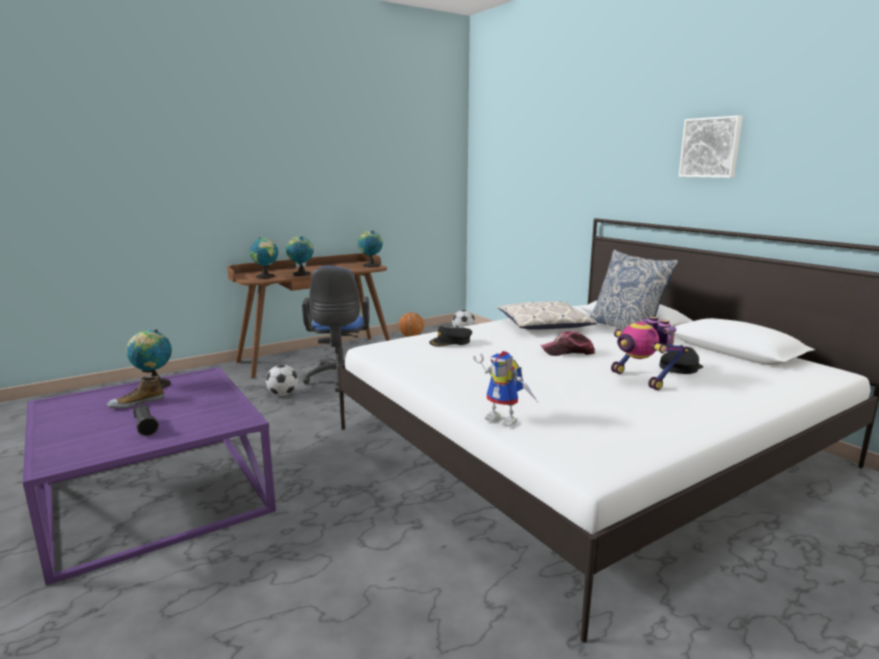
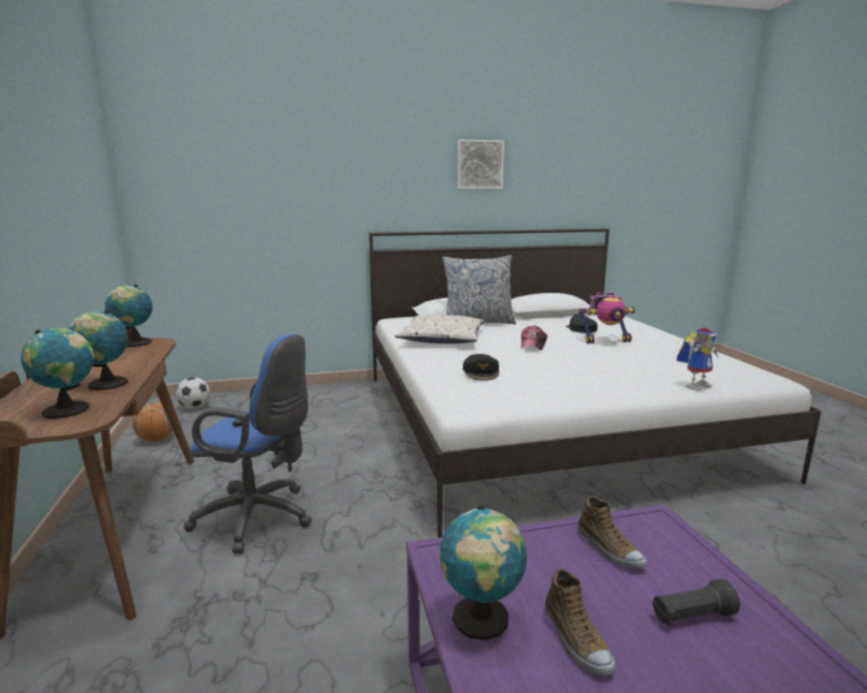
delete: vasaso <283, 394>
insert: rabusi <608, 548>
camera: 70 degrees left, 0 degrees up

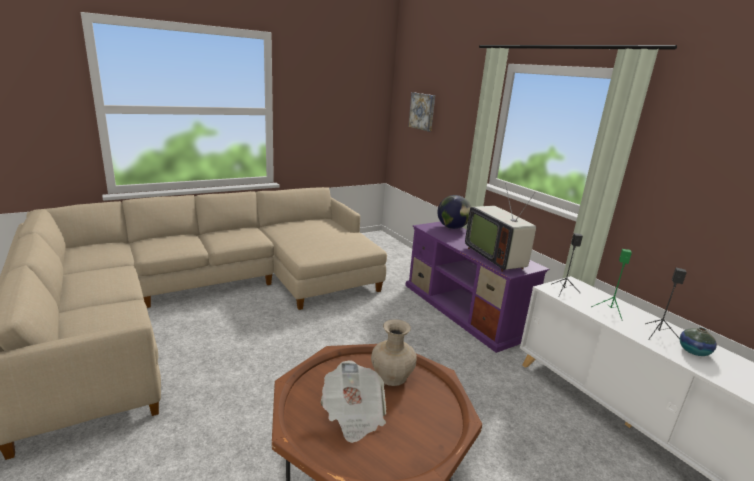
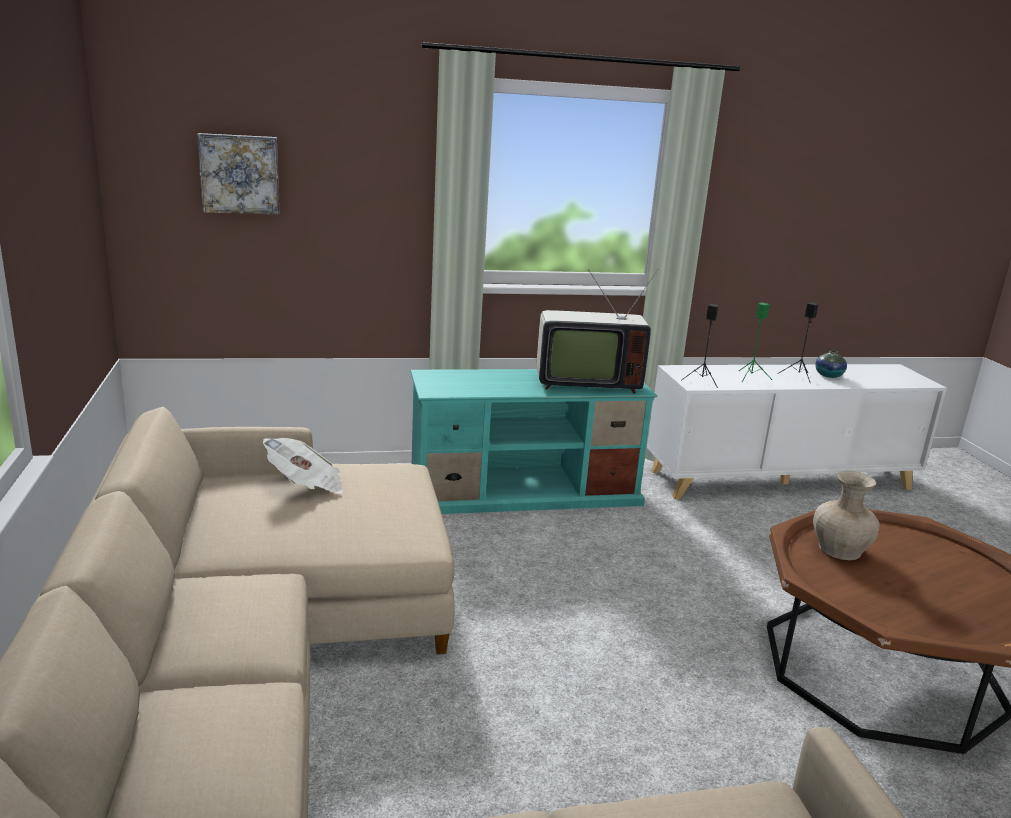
delete: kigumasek <452, 227>
move: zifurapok <353, 415> to <306, 485>
recolor: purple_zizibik <464, 310> to turquoise_zizibik <525, 491>
camera: 70 degrees left, 0 degrees up

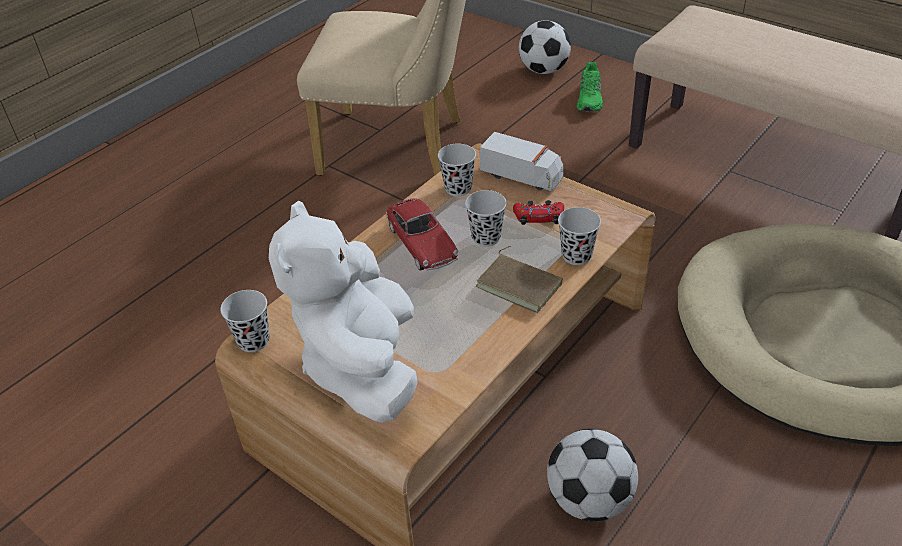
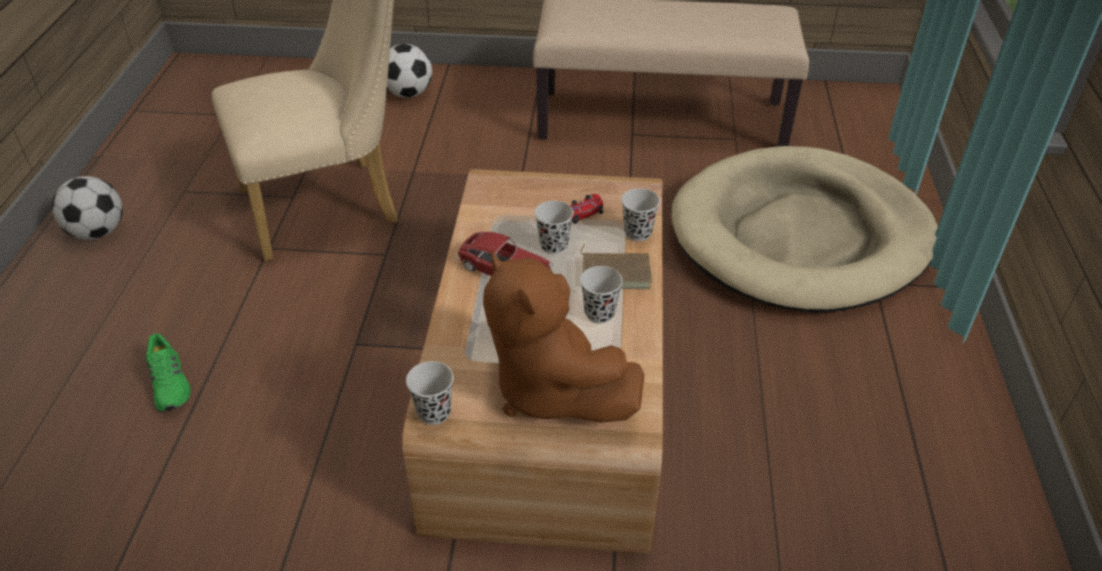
delete: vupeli <522, 177>
move: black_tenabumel <458, 188> to <599, 313>; vasaso <589, 500> to <98, 232>; green_rabusi <590, 99> to <170, 383>
recolor: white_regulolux <362, 366> to brown_regulolux <551, 389>
camera: 35 degrees left, 0 degrees up

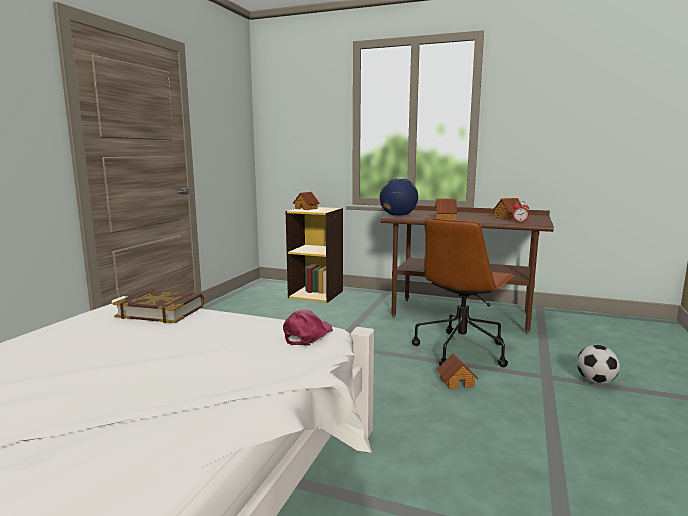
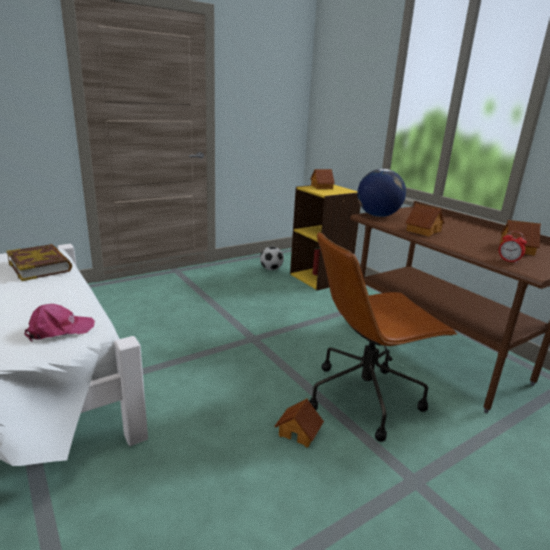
move: vasaso <595, 381> to <271, 269>
camera: 35 degrees right, 10 degrees up

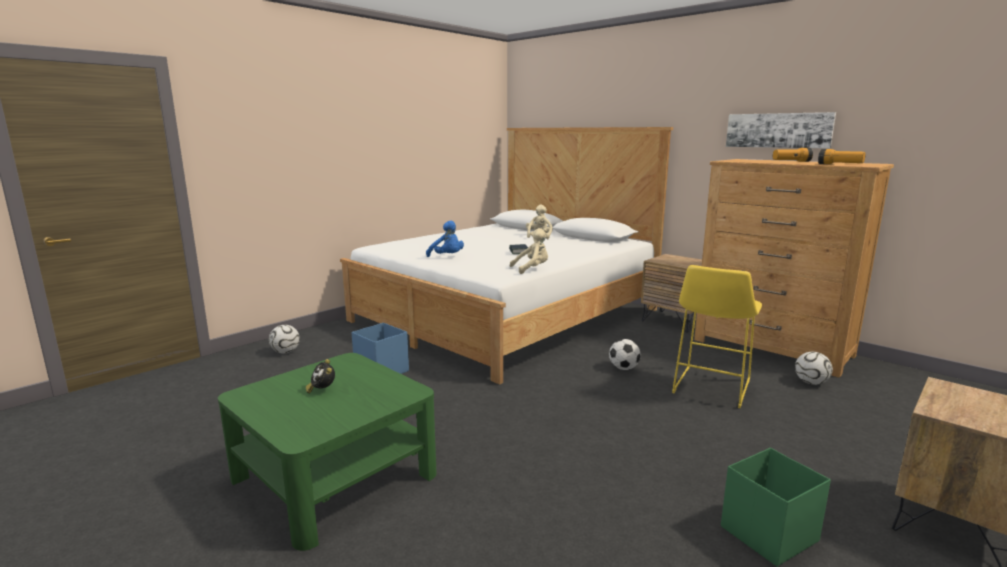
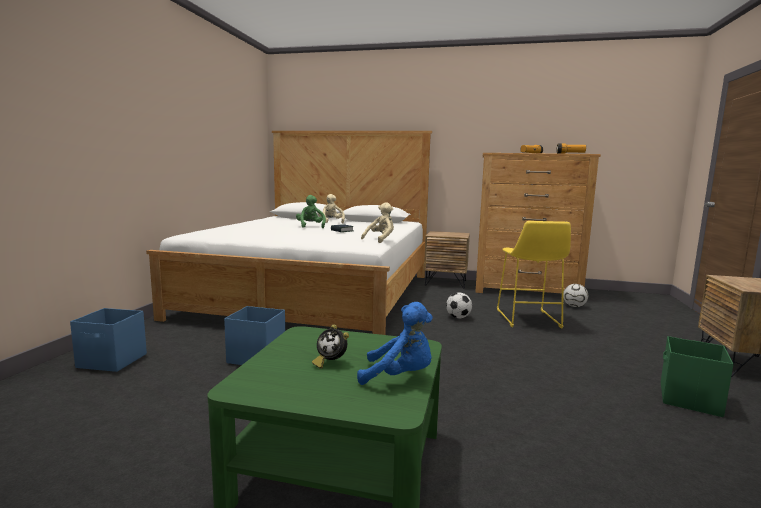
delete: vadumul <778, 130>
insert: green_regulolux <310, 226>
move: blue_regulolux <447, 257> to <399, 376>
replace: vasaso <286, 352> to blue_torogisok <112, 361>
camera: 30 degrees left, 5 degrees down

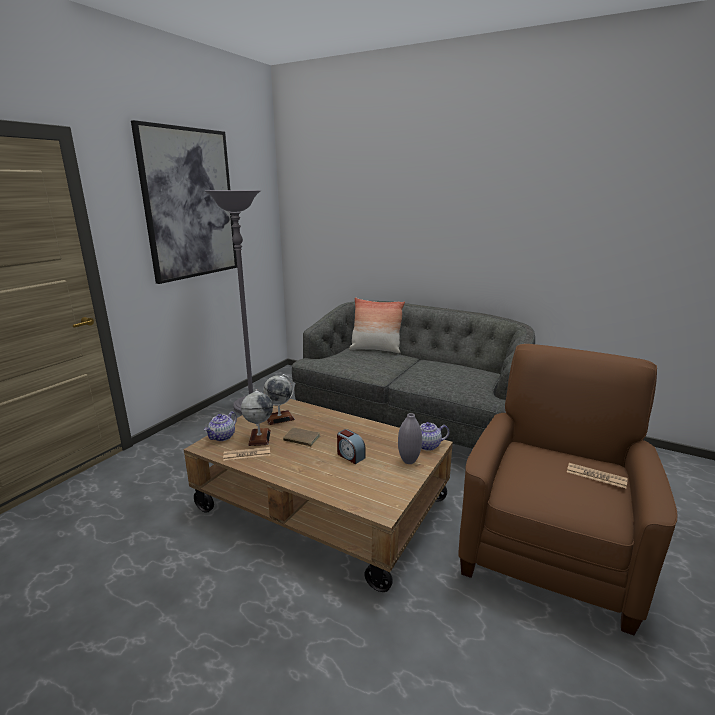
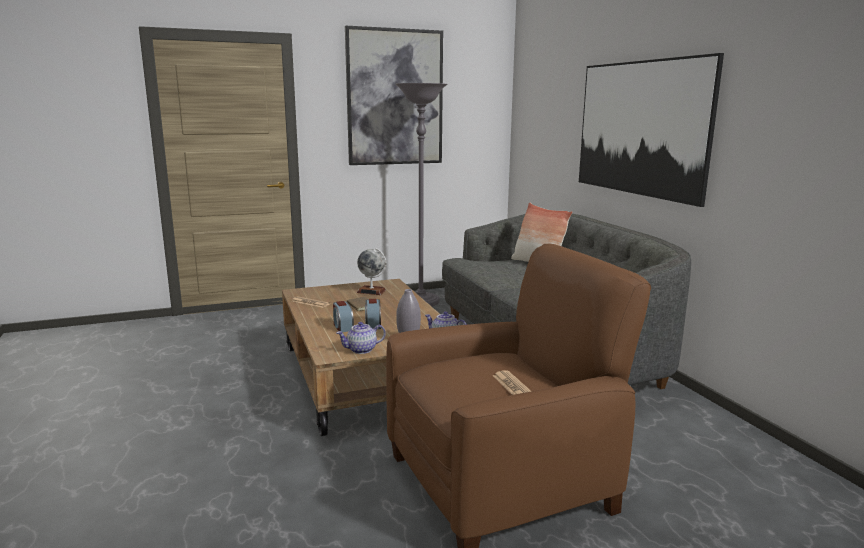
delete: kigumasek <259, 437>
insert: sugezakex <343, 327>; vadumul <640, 128>
move: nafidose <222, 437> to <361, 350>
camera: 40 degrees right, 5 degrees down

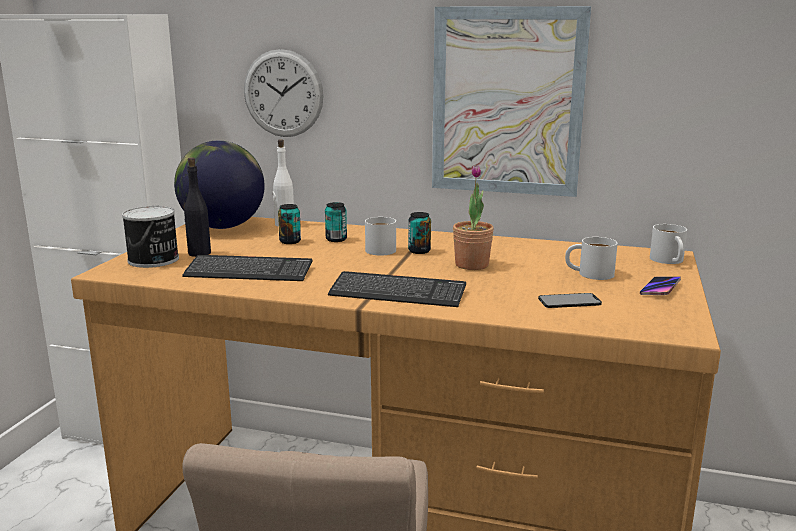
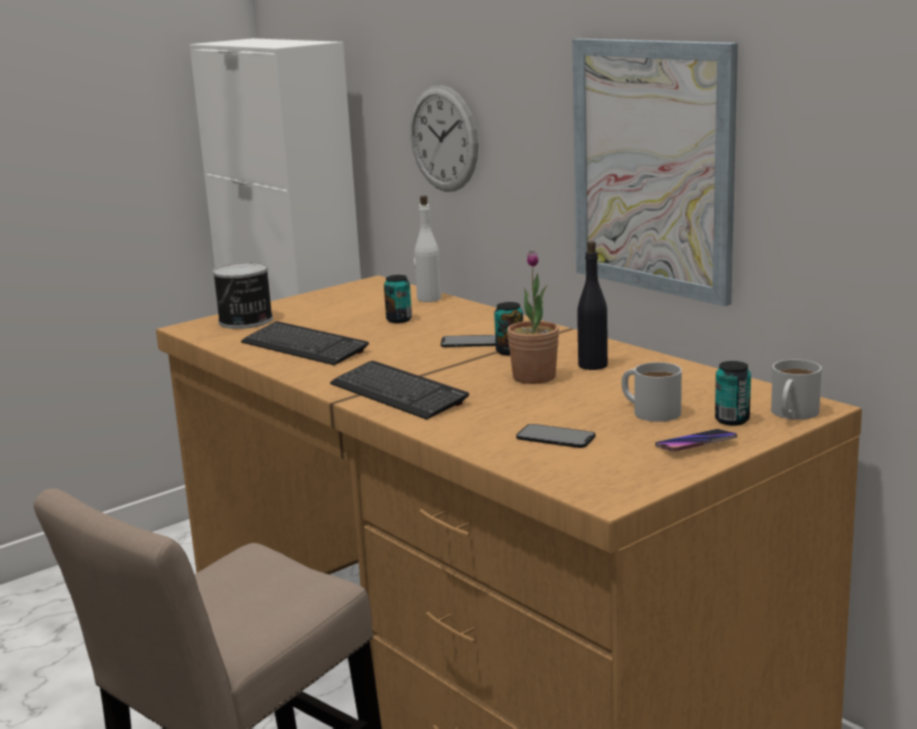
delete: kigumasek <222, 227>
move: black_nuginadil <199, 253> to <592, 365>; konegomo <336, 239> to <732, 420>
replace: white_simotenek <377, 249> to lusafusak <470, 342>
camera: 35 degrees right, 0 degrees up

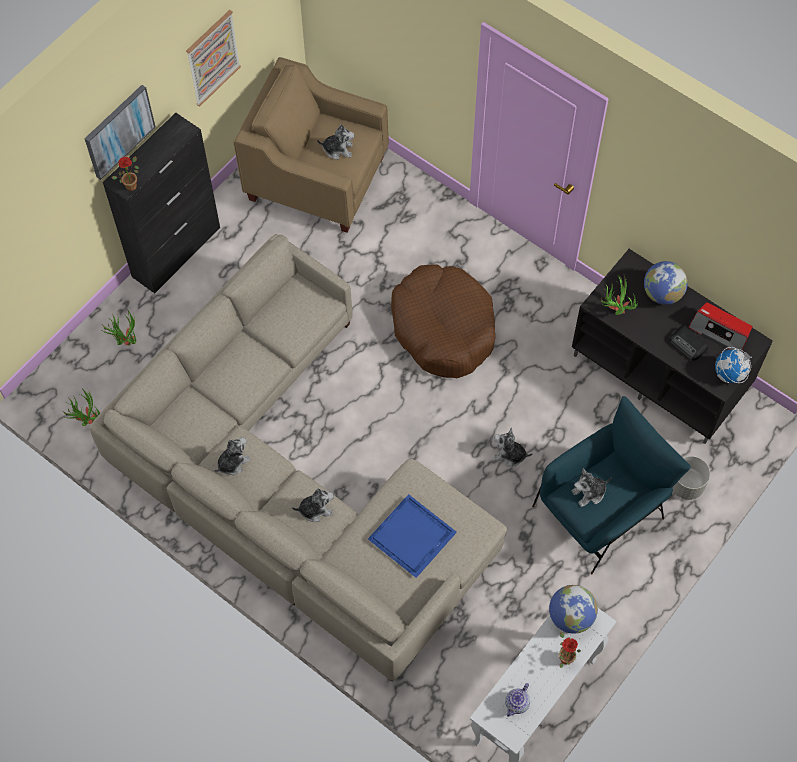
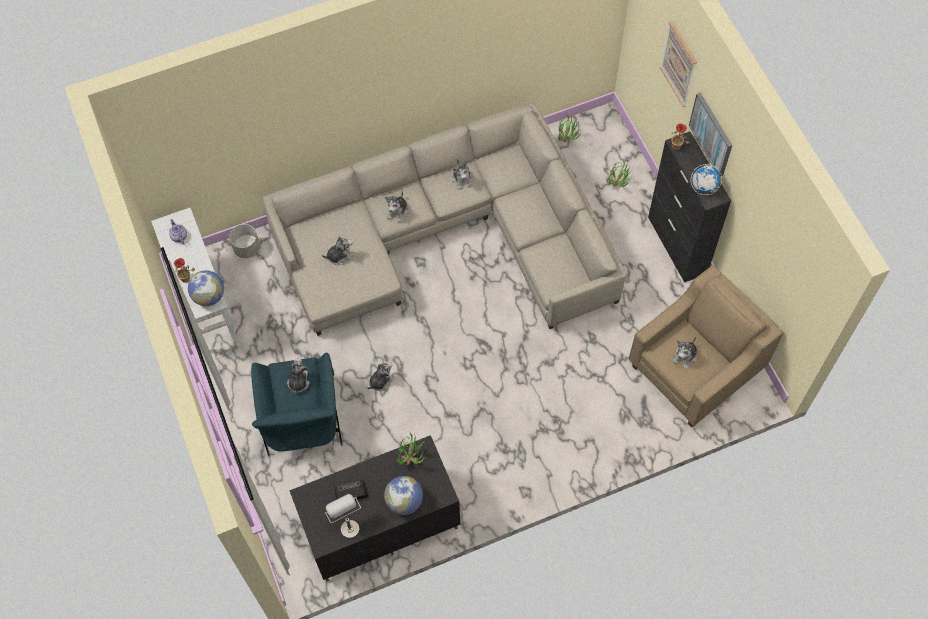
delete: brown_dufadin <443, 328>
move: vadumul <212, 58> to <679, 64>; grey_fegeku <686, 485> to <247, 248>; kigumasek <729, 374> to <703, 187>
replace: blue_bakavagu <412, 538> to regulolux <339, 256>; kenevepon <720, 331> to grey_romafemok <346, 524>
camera: 120 degrees right, 0 degrees up

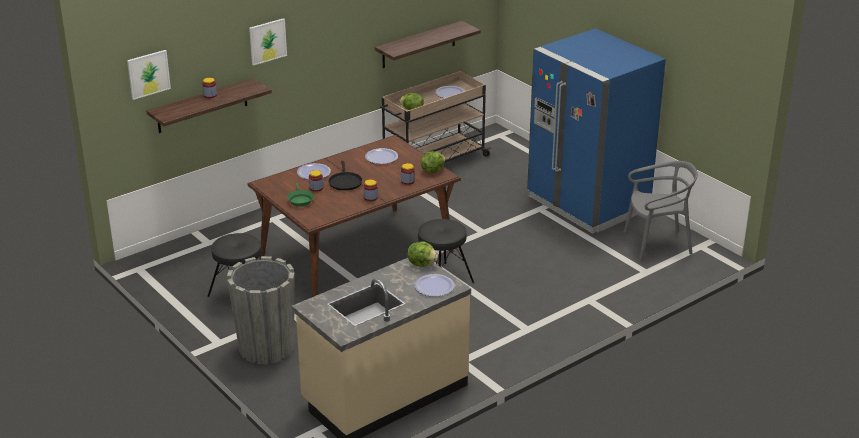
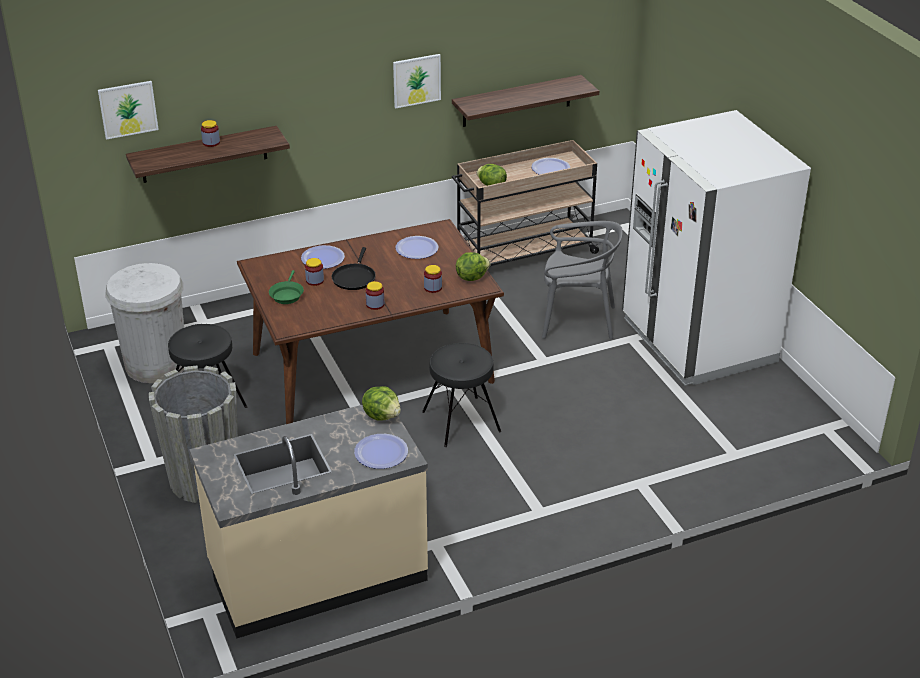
insert: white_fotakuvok <156, 364>
move: vadumul <267, 41> to <416, 80>; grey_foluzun <657, 244> to <577, 320>
recolor: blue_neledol <588, 203> to white_neledol <698, 340>
camera: 15 degrees right, 5 degrees up

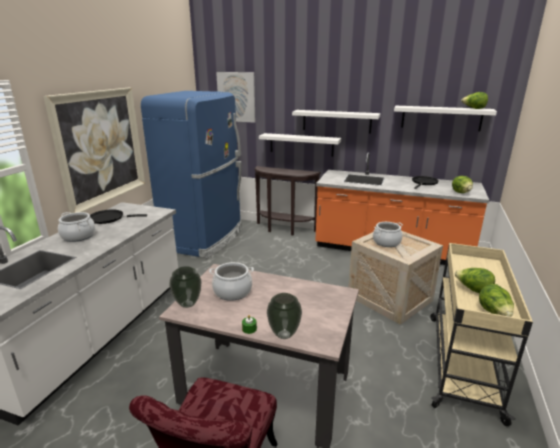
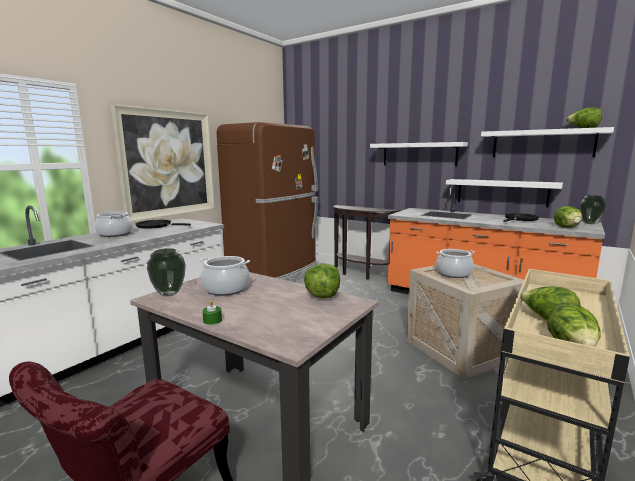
delete: vadumul <236, 97>
insert: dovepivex <322, 296>
move: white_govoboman <301, 144> to <501, 192>; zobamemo <283, 334> to <589, 223>
recolor: blue_neledol <205, 238> to brown_neledol <275, 274>
camera: 15 degrees right, 10 degrees down

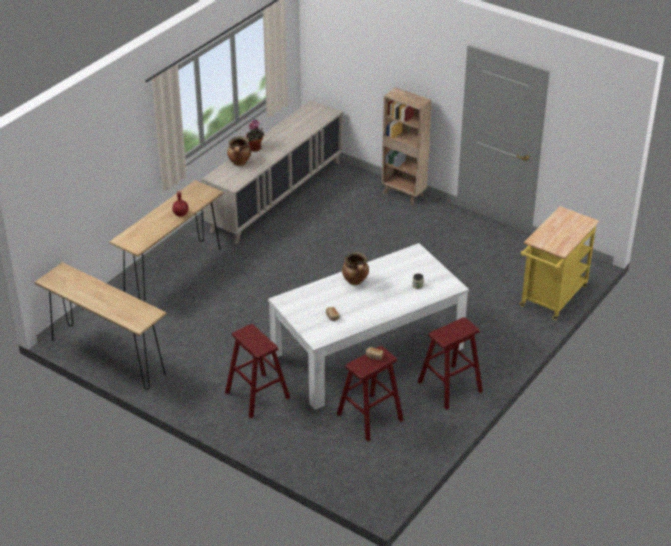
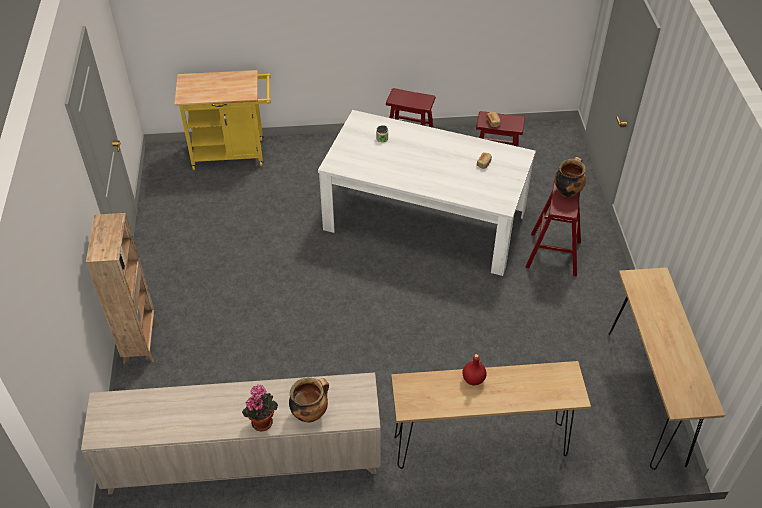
move: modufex <355, 281> to <567, 191>
camera: 130 degrees left, 10 degrees up

